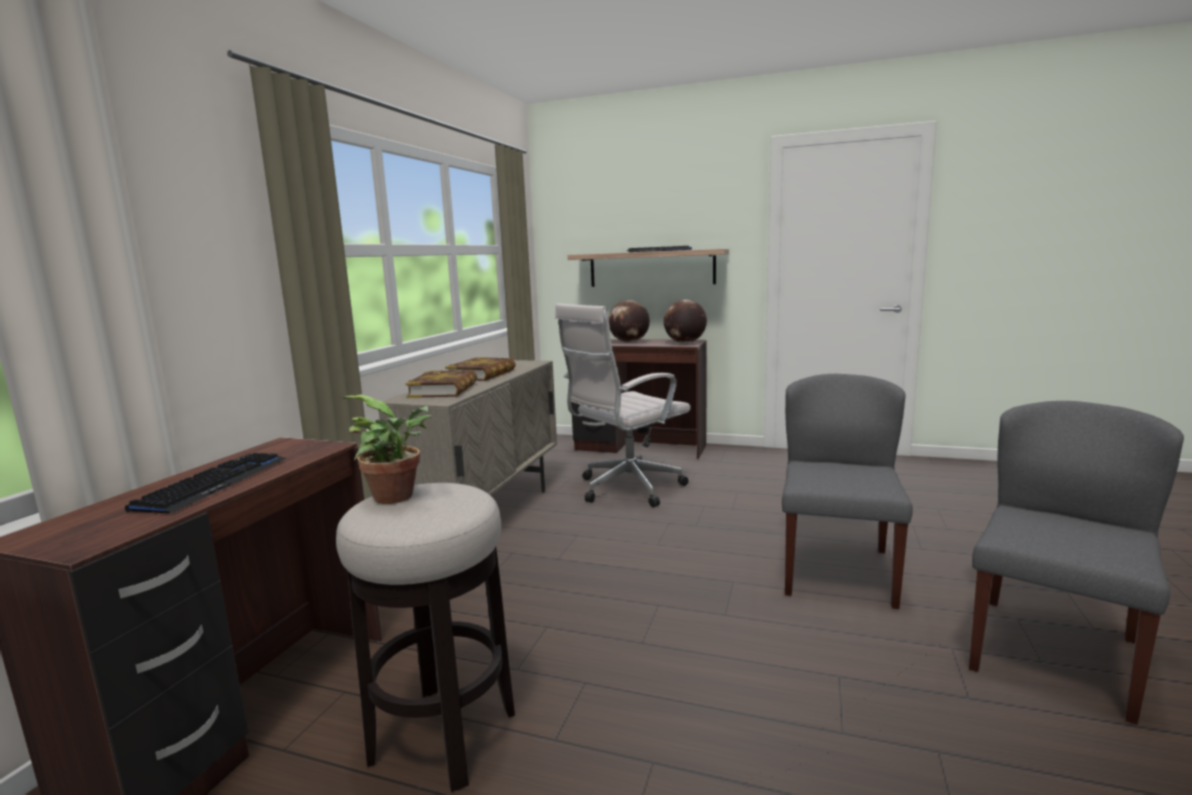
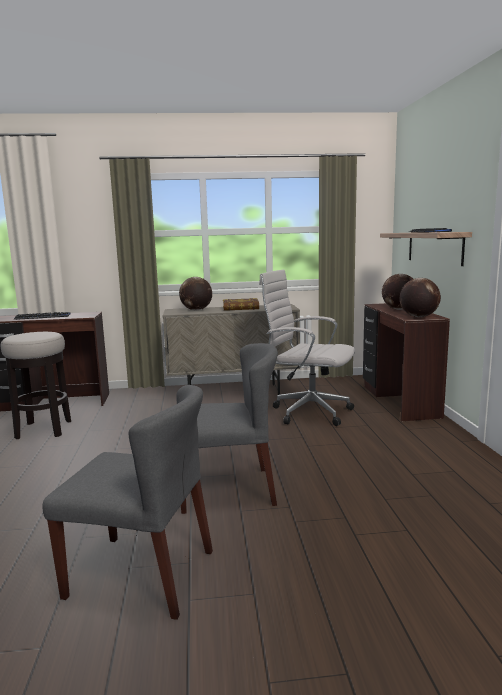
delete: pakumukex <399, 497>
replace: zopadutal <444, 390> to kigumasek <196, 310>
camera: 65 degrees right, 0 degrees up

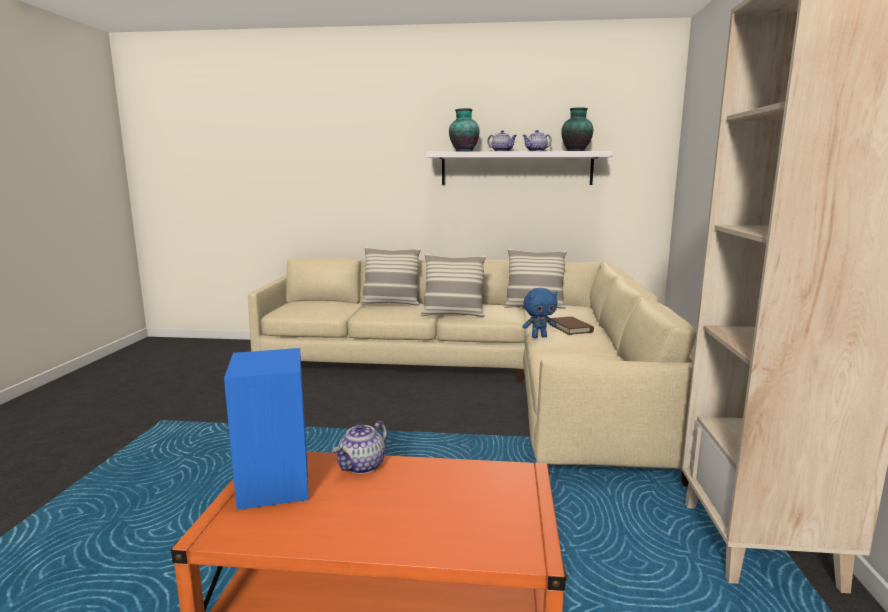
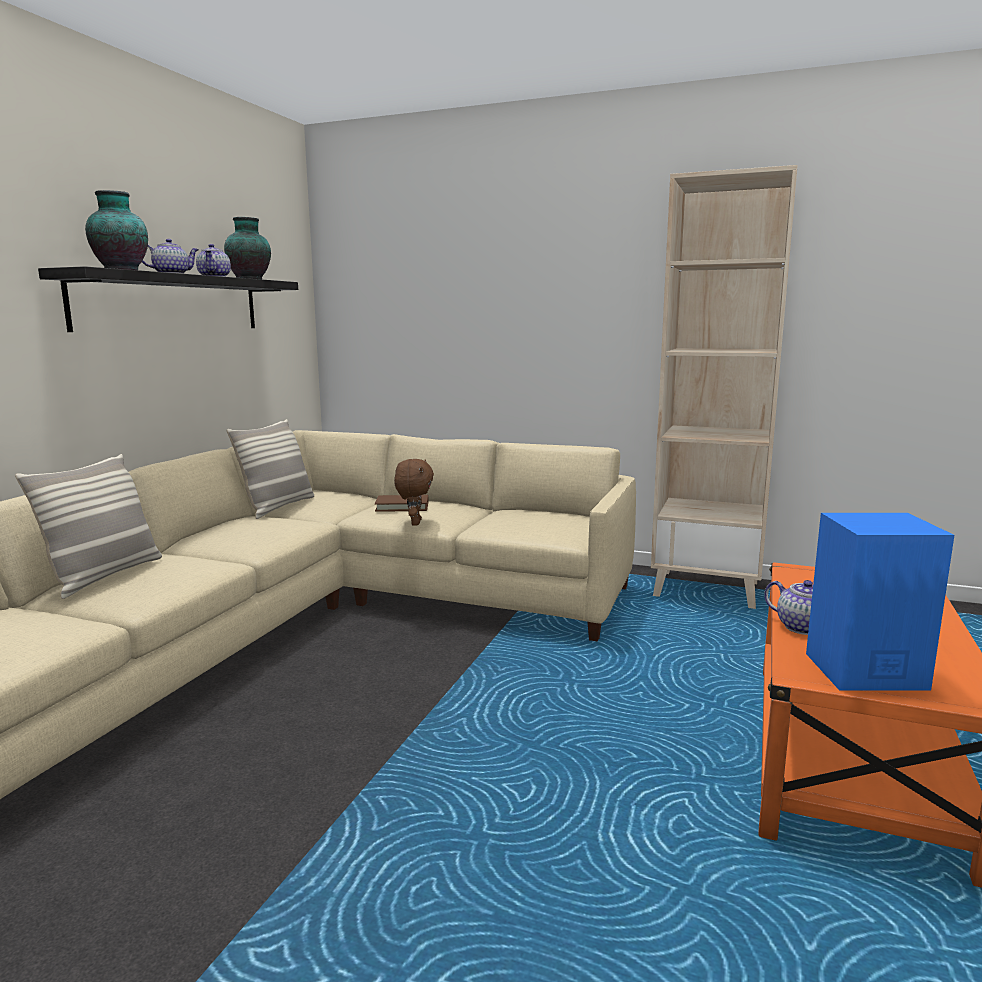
delete: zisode <453, 315>
recolor: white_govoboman <516, 168> to black_govoboman <172, 303>; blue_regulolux <539, 337> to brown_regulolux <414, 523>
camera: 75 degrees left, 0 degrees up

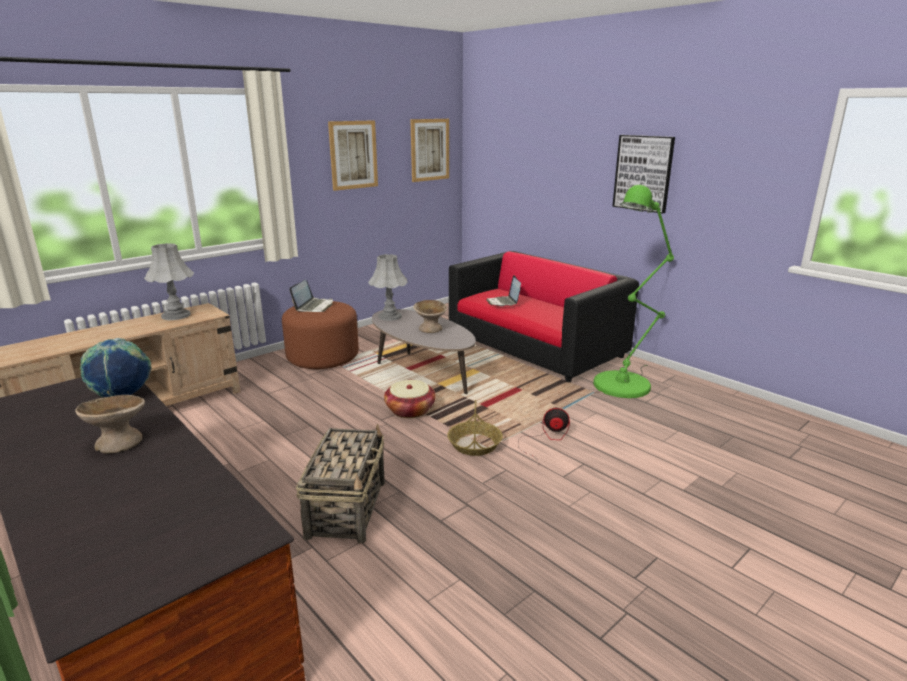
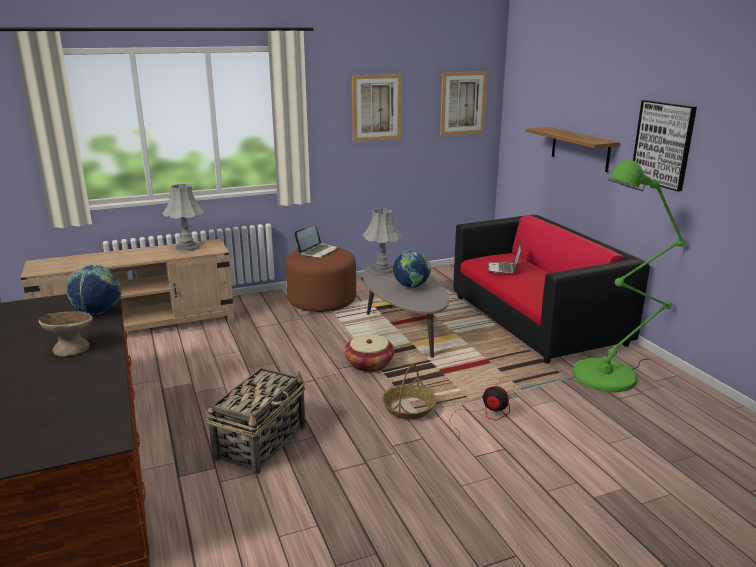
insert: govoboman <580, 149>
replace: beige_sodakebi <430, 329> to kigumasek <411, 287>
camera: 20 degrees right, 0 degrees up

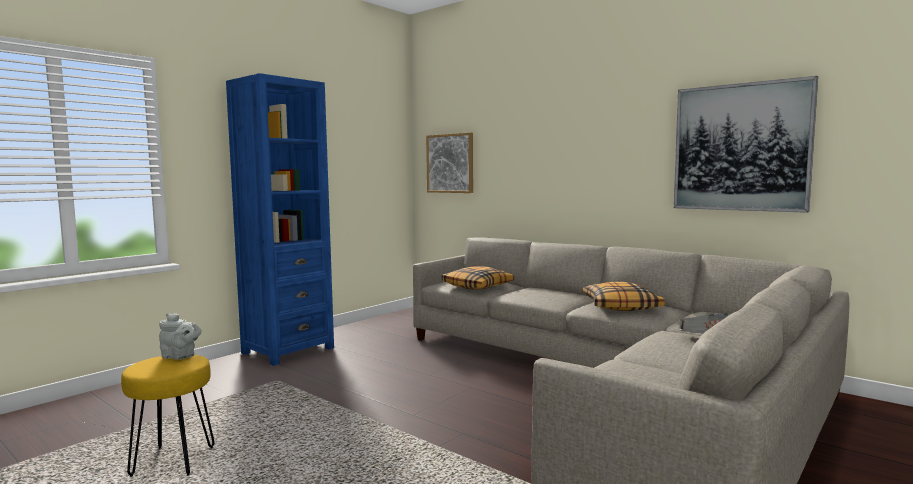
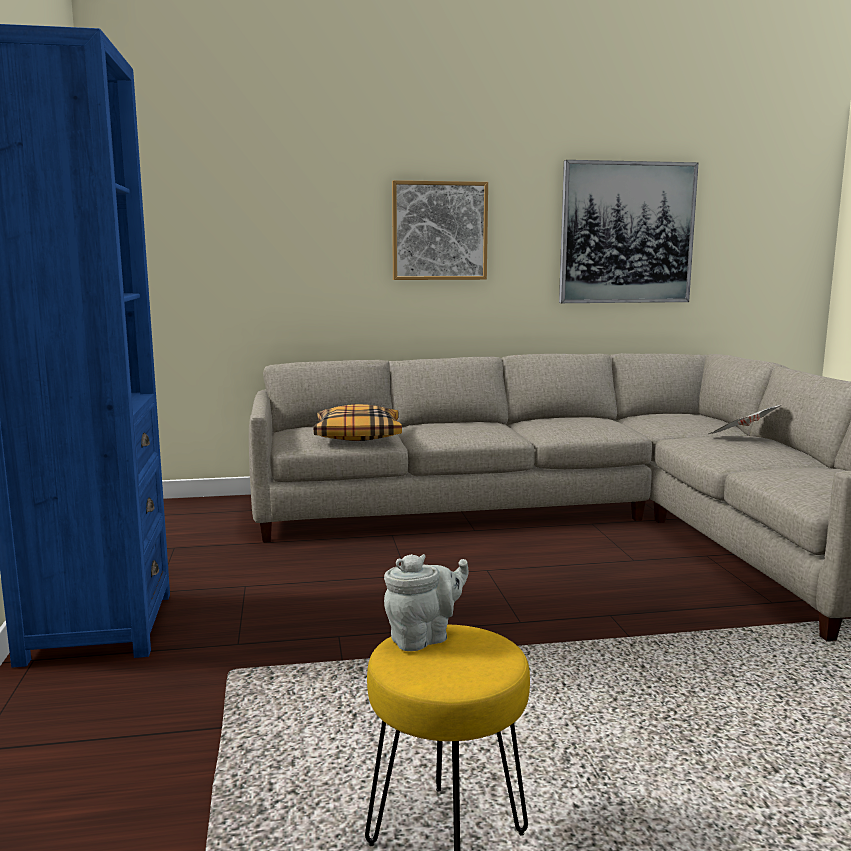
delete: zisode <621, 306>
move: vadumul <450, 163> to <439, 231>
camera: 50 degrees left, 5 degrees up

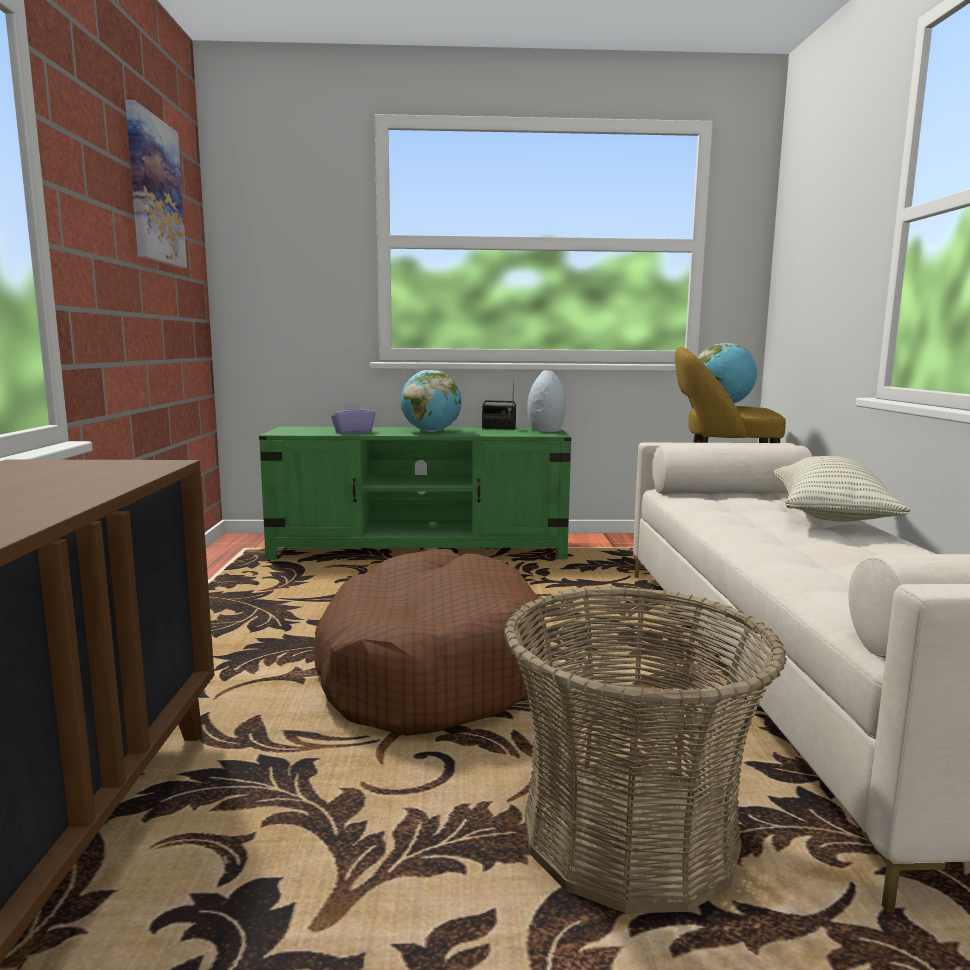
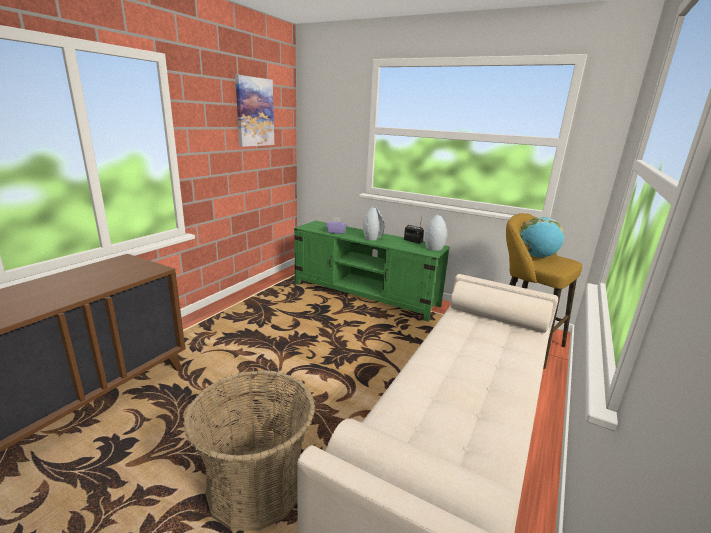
delete: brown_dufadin <428, 668>; zisode <829, 516>
replace: kigumasek <431, 431> to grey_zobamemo <372, 238>
camera: 30 degrees right, 10 degrees up

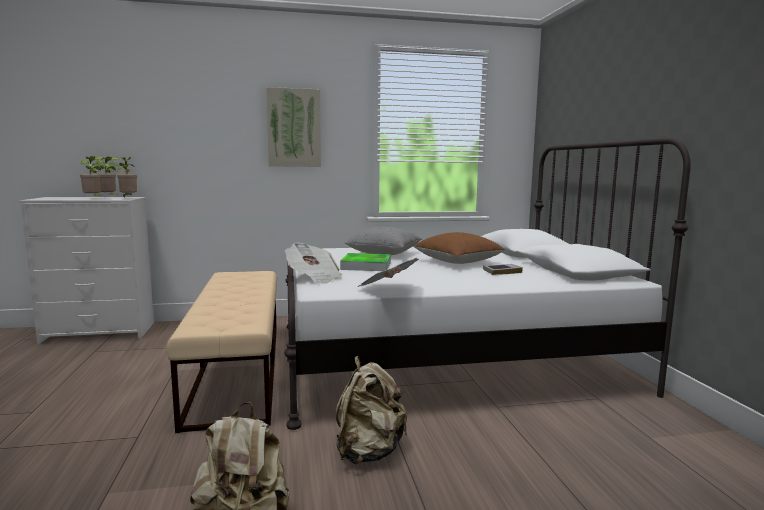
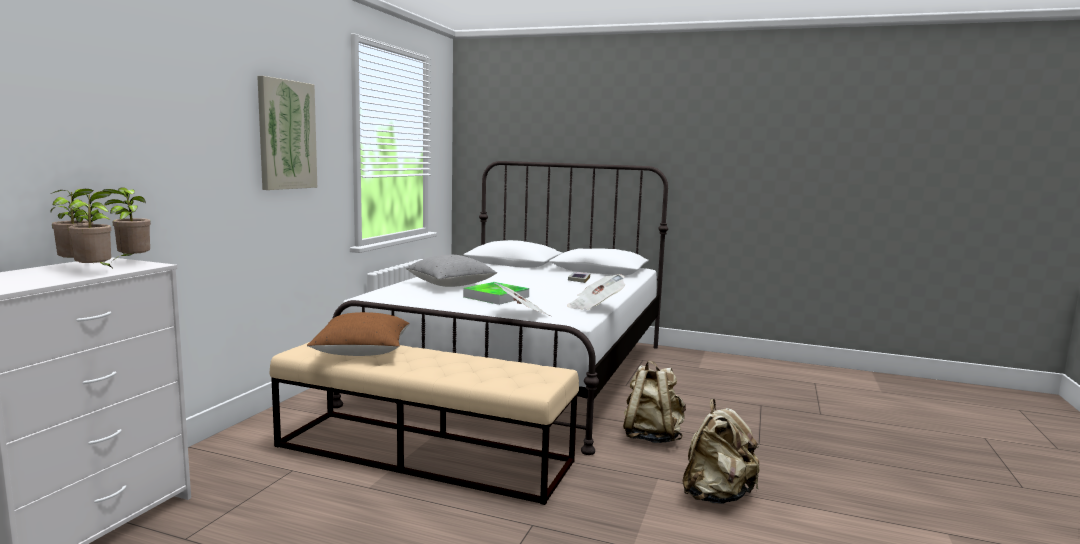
move: brown_zisode <458, 262> to <362, 352>
camera: 60 degrees left, 0 degrees up

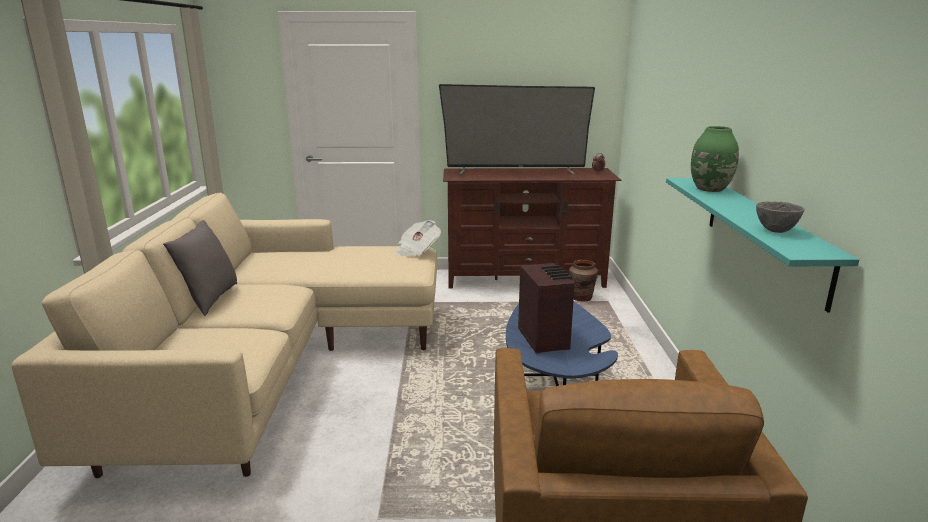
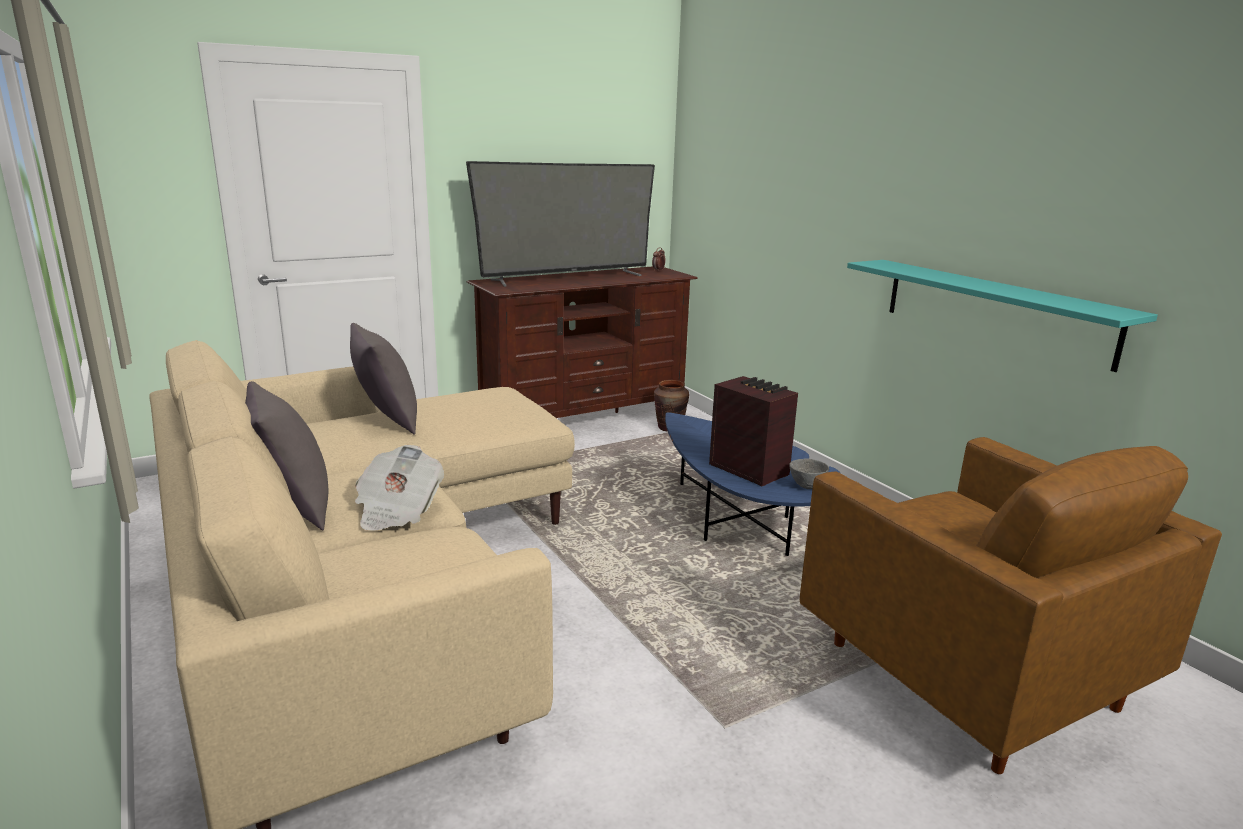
delete: green_zobamemo <710, 189>
insert: grey_zisode <386, 421>
move: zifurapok <417, 250> to <397, 510>; grey_sodakebi <775, 231> to <807, 486>
camera: 30 degrees left, 0 degrees up

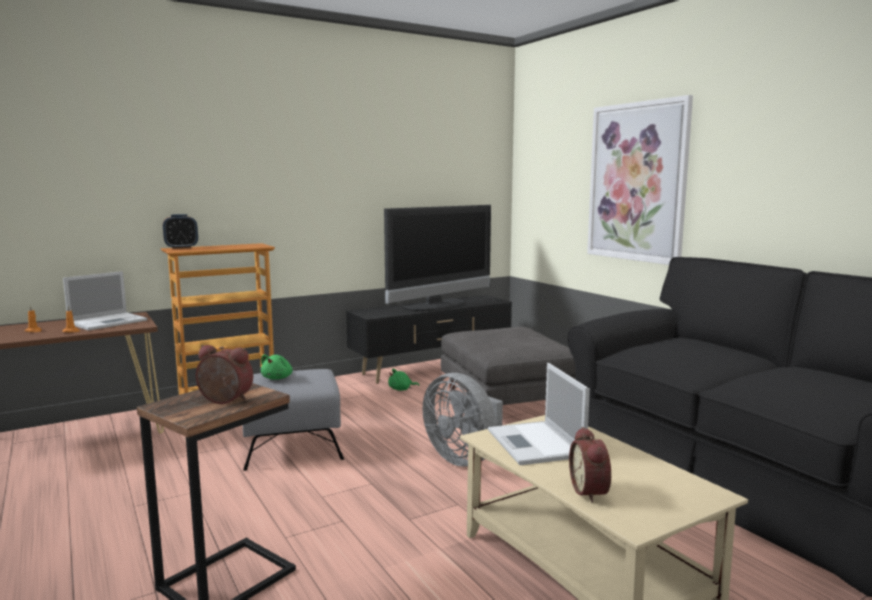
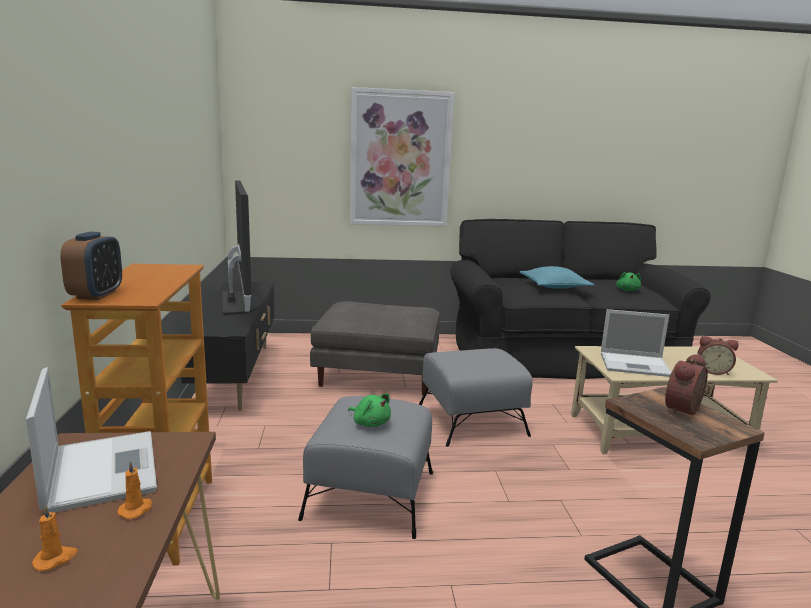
insert: turquoise_zisode <554, 286>
move: green_regulolux <401, 389> to <627, 290>
replace: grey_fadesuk <464, 458> to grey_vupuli <472, 420>
camera: 65 degrees left, 5 degrees up

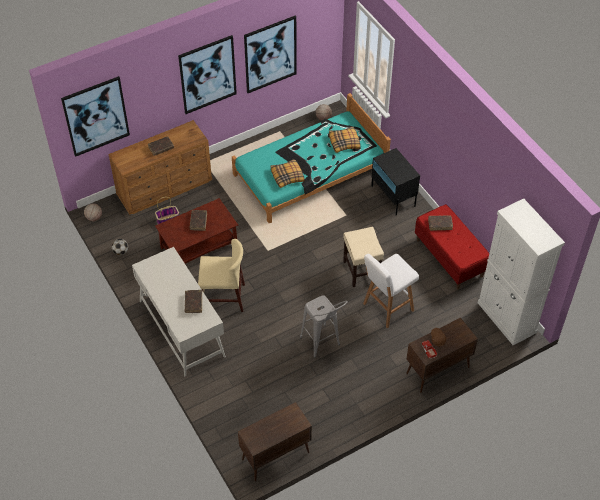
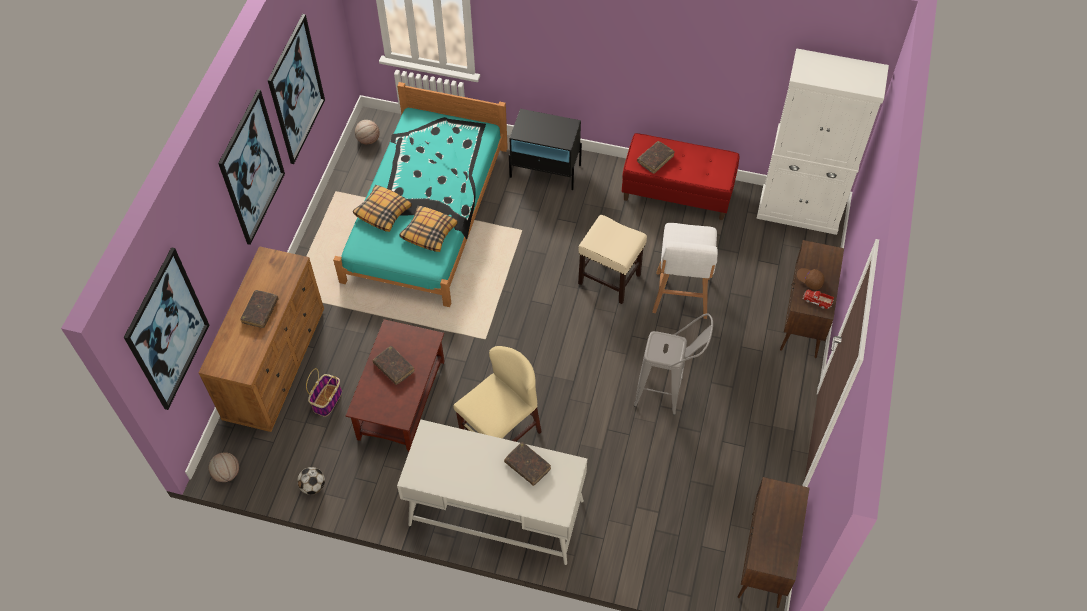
move: zisode <344, 142> to <383, 212>
camera: 45 degrees left, 5 degrees up

